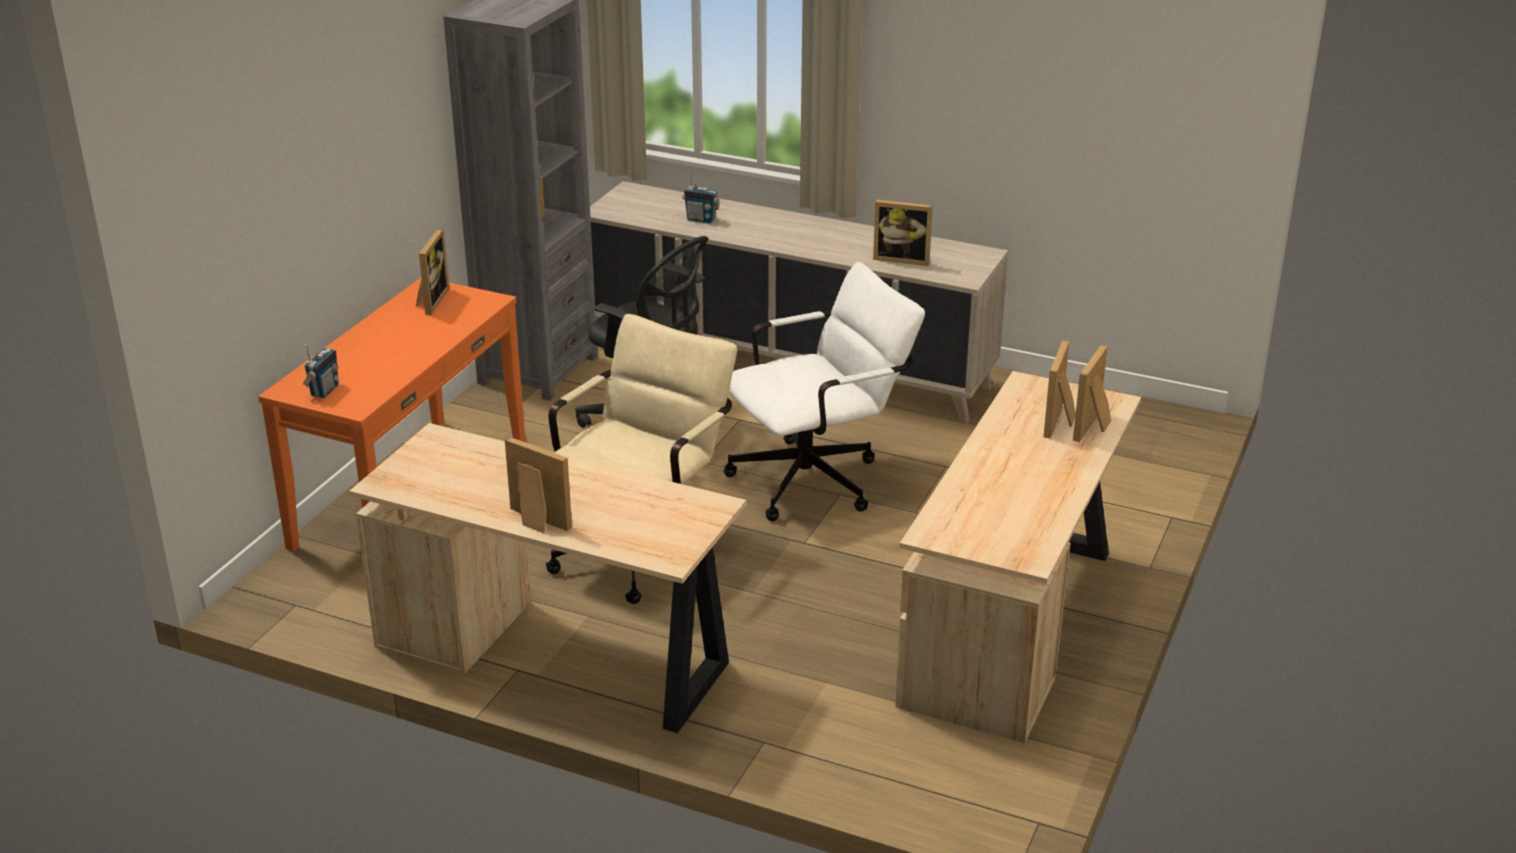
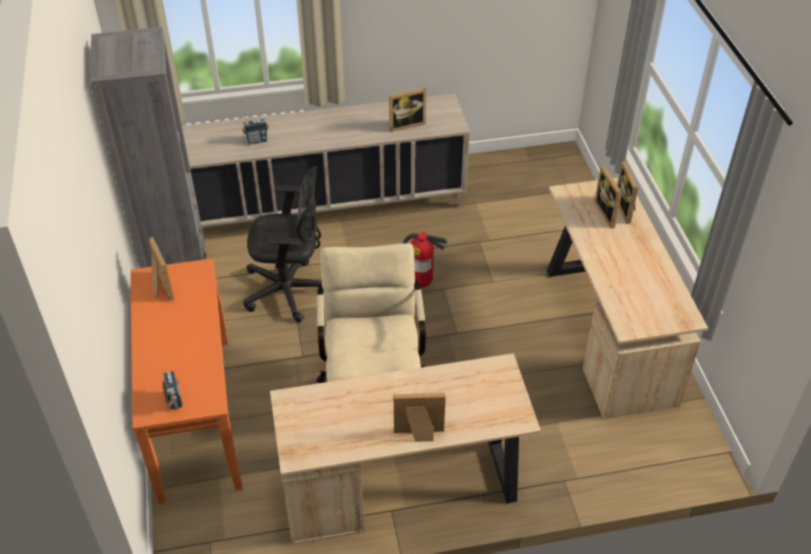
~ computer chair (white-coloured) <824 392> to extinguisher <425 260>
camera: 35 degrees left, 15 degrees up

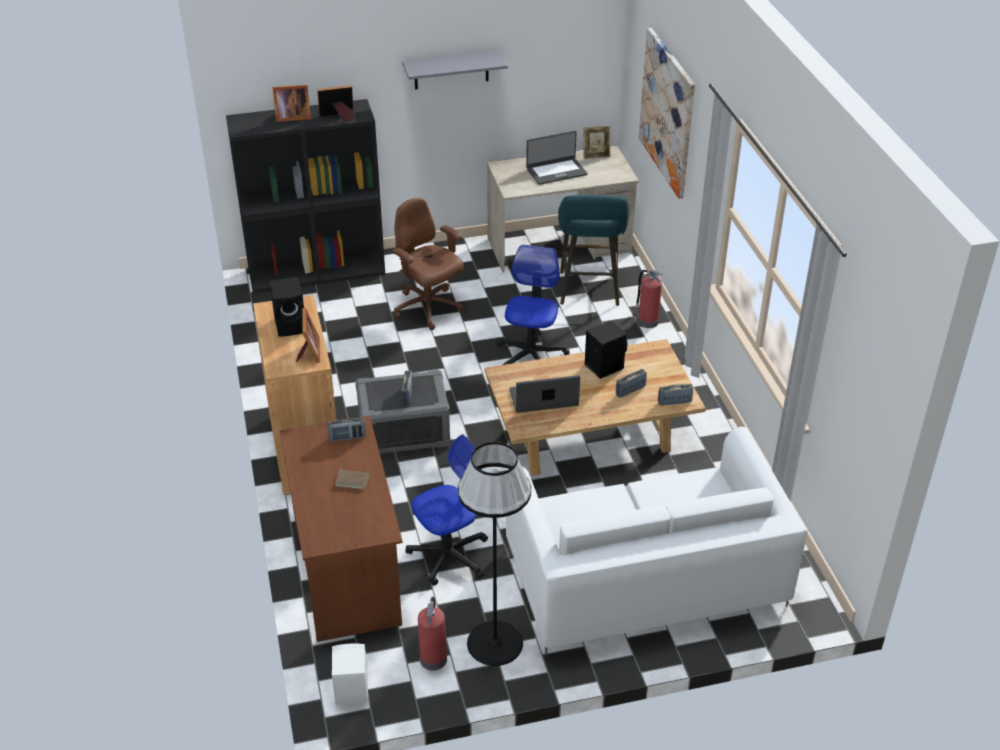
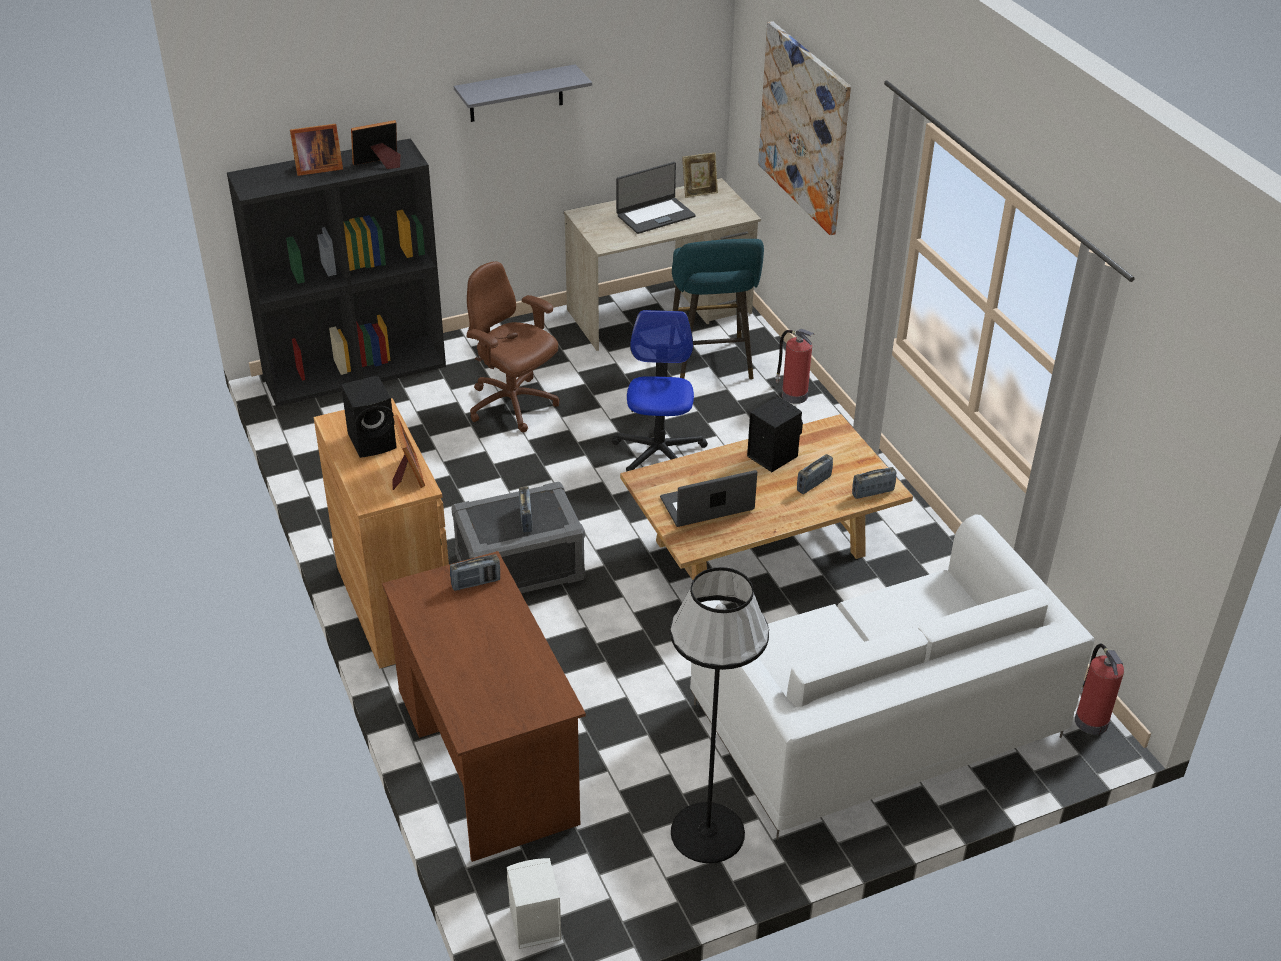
- volume (brown-coloured) <352 479>
- computer chair <446 510>
~ extinguisher <432 634> to <1099 689>
camera: 10 degrees left, 0 degrees up

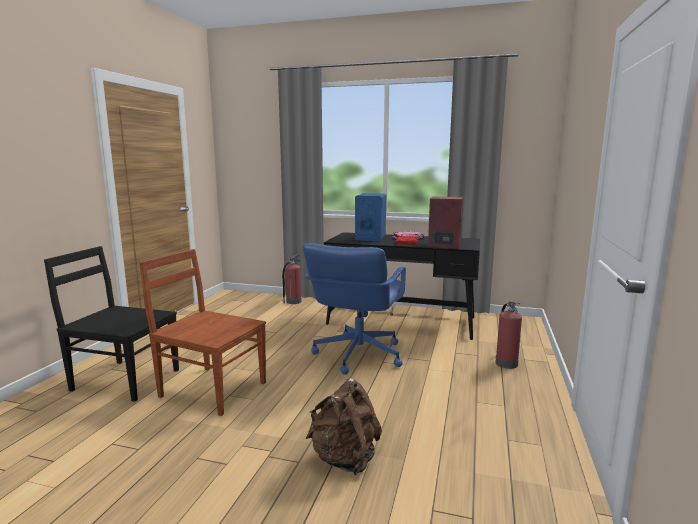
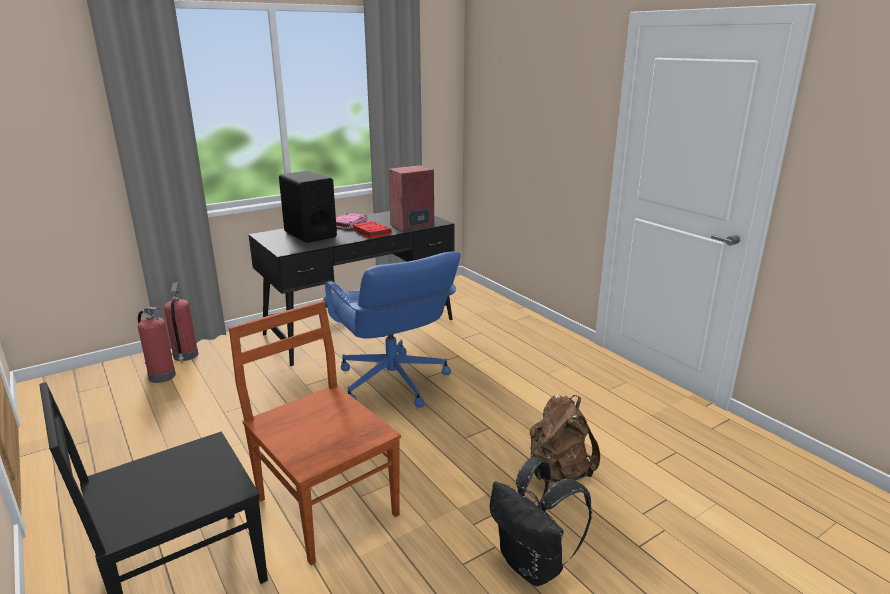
+ knapsack (black) <541 521>
~ extinguisher <508 335> to <157 345>
~ loudspeaker (blue-coloured) <370 217> to loudspeaker (black) <308 207>
~ plain chair (brown-coloured) <202 332> = <315 432> 75 degrees clockwise
camera: 50 degrees left, 10 degrees up

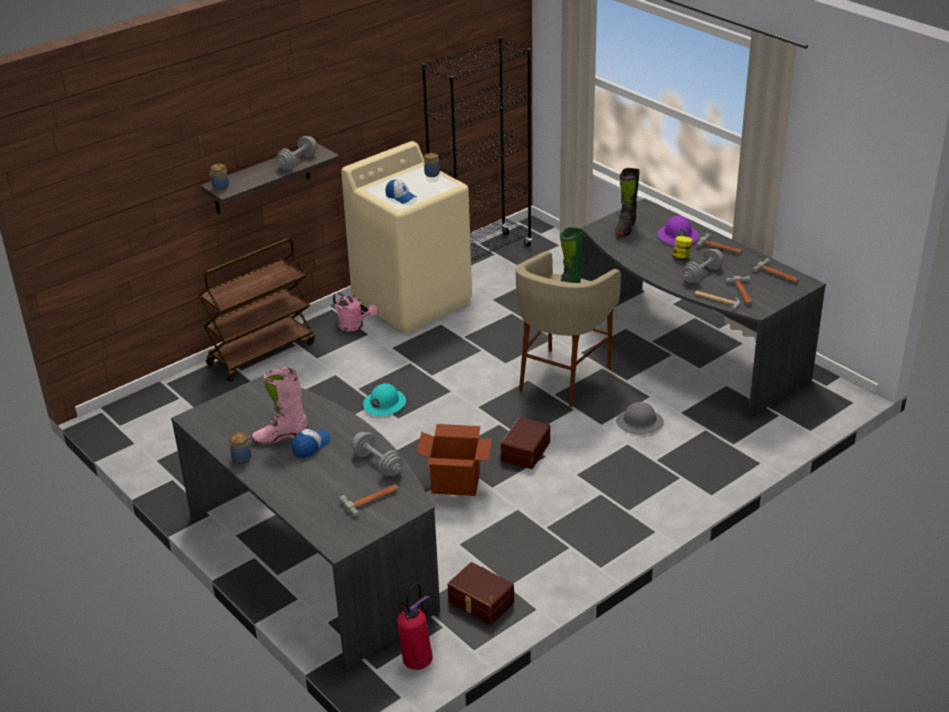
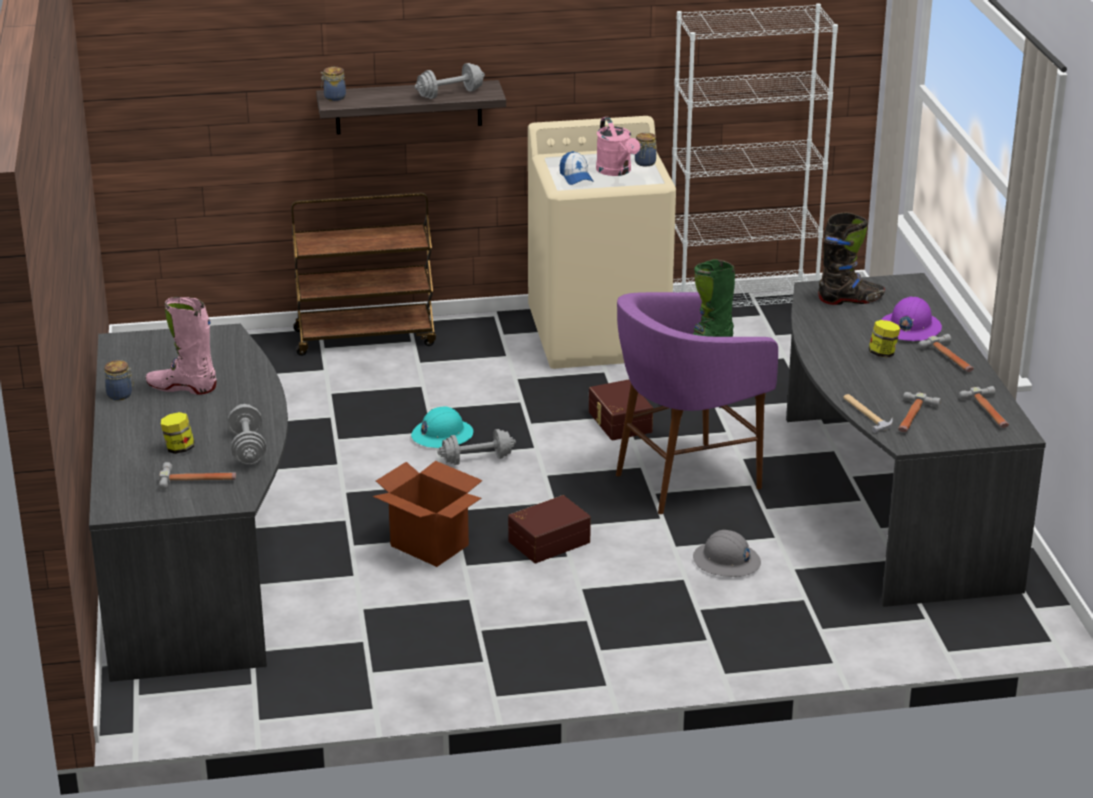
- peaked cap <310 443>
- extinguisher <415 626>
+ jar <178 433>
~ watering can (pinkish) <355 311> to <618 146>
~ storage bin (brown-coloured) <481 593> to <621 410>
~ dumbbell (grey) <703 266> to <476 447>
~ bookcase (black) <477 149> to bookcase (white-coloured) <755 155>
~ stool (sand-coloured) <568 329> to stool (purplish) <697 403>
~ tall boot (black) <627 202> = <851 258> 150 degrees counterclockwise
camera: 30 degrees right, 5 degrees down

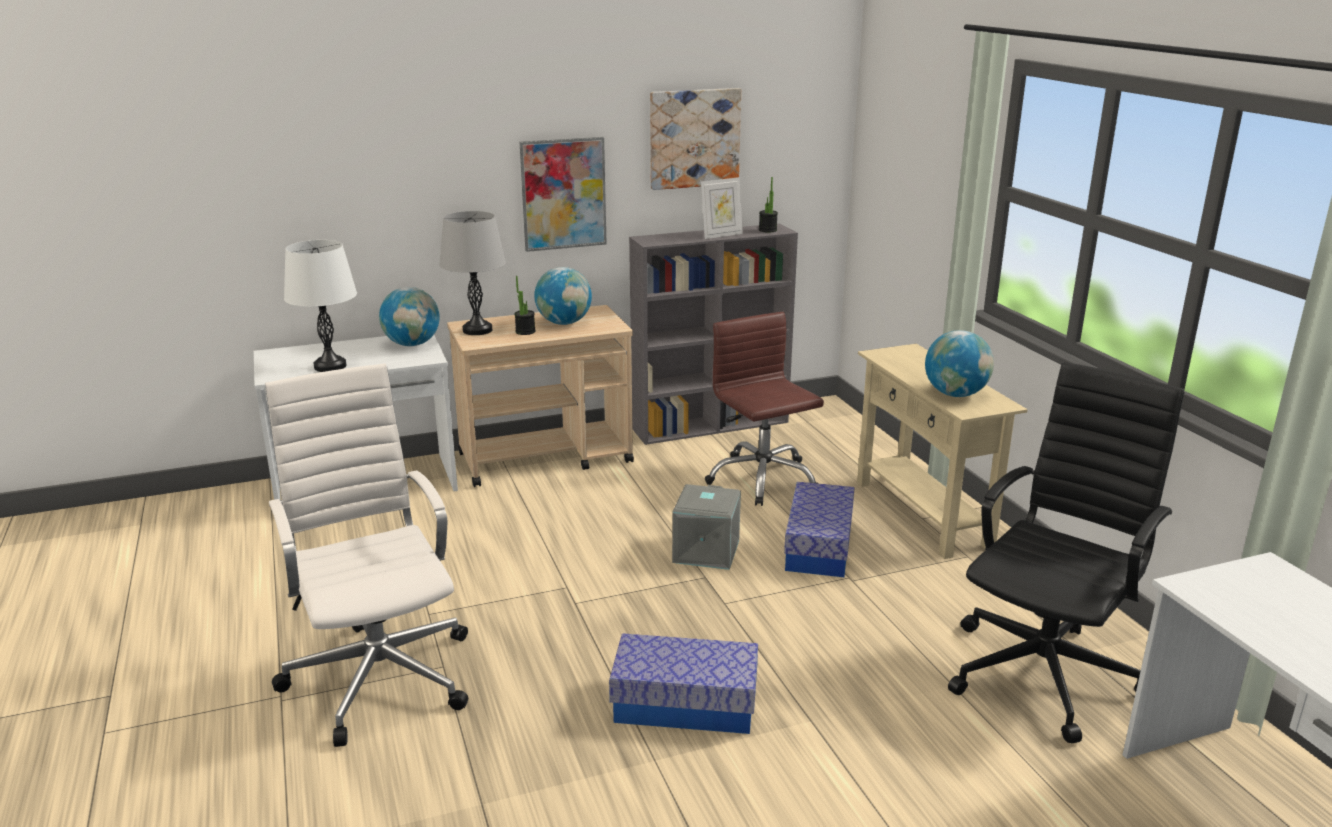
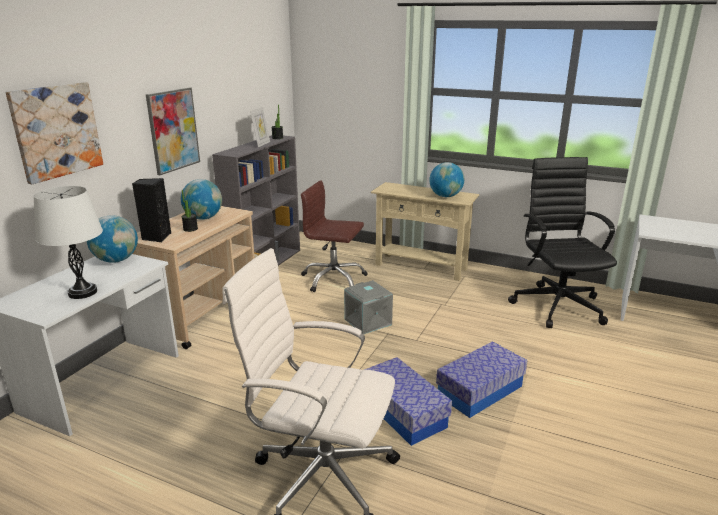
~ picture <695 139> to <54 133>
~ storage bin <819 529> to <408 401>
~ lamp for a table (grey) <472 273> to loudspeaker (black) <151 210>
camera: 45 degrees left, 0 degrees up

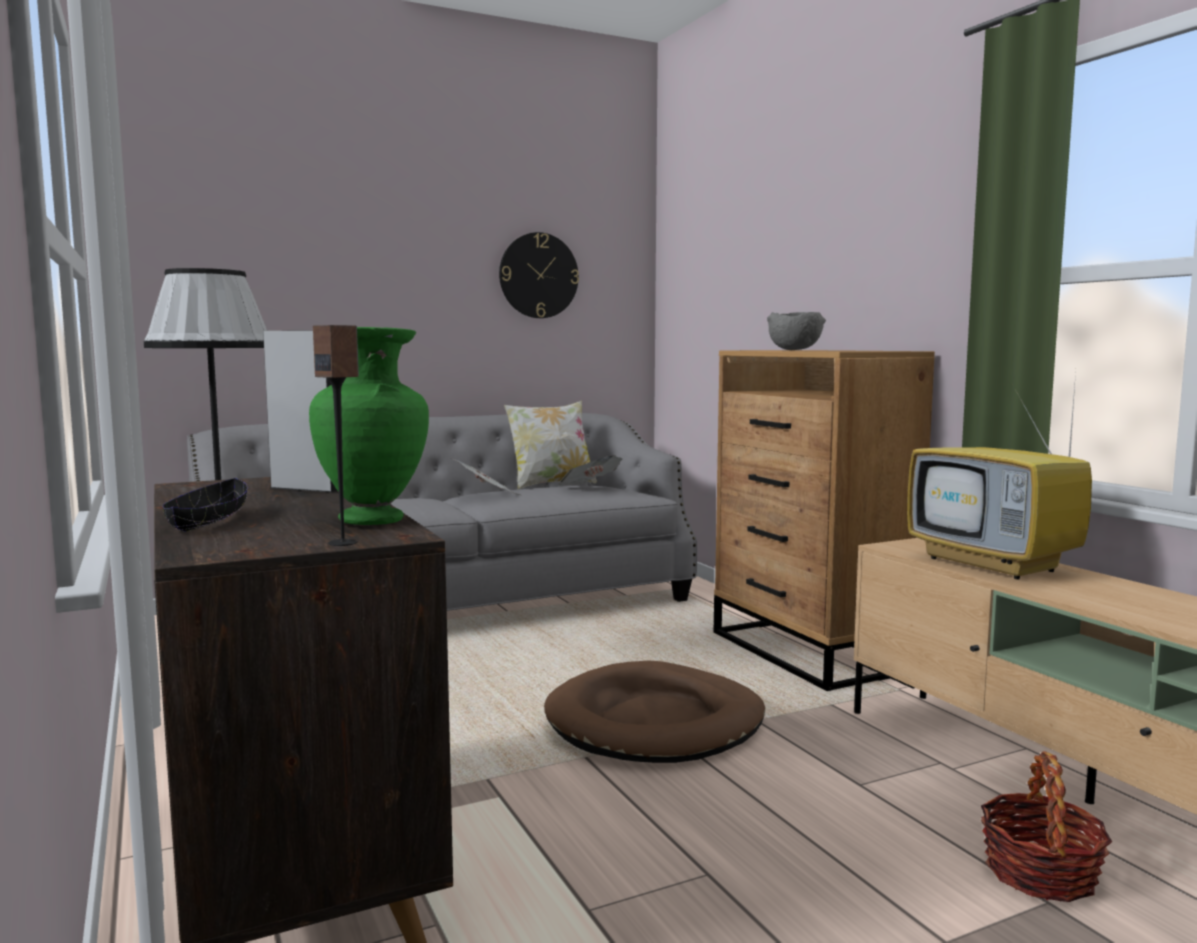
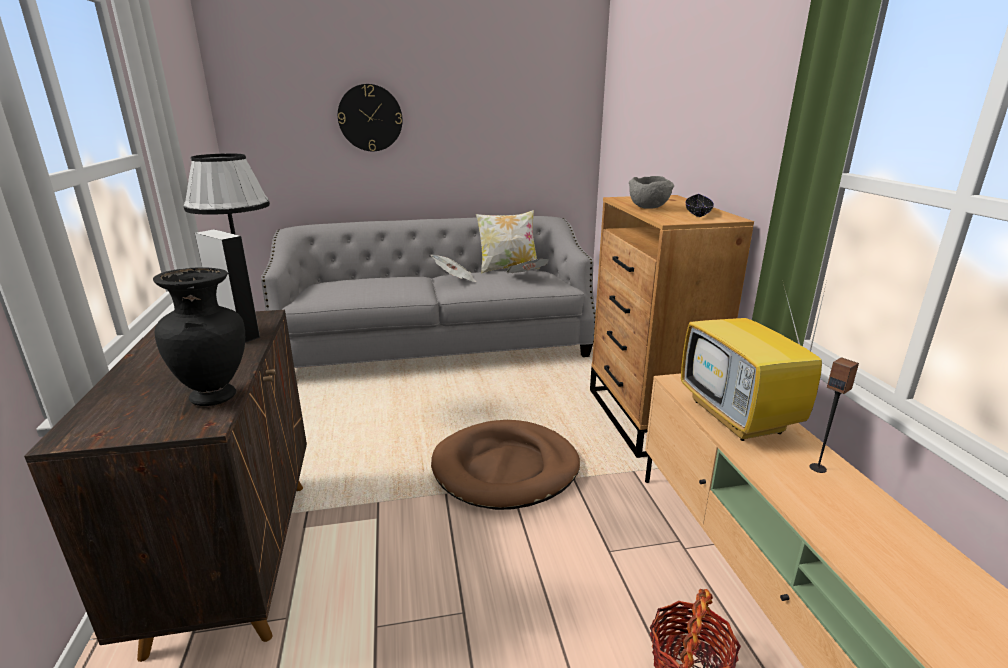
~ bowl (black) <205 504> to <700 205>
~ loudspeaker <336 435> to <834 415>
~ clock on the wall <539 275> to <370 117>
~ flower vase (green) <369 426> to flower vase (black) <199 336>
camera: 15 degrees right, 15 degrees up

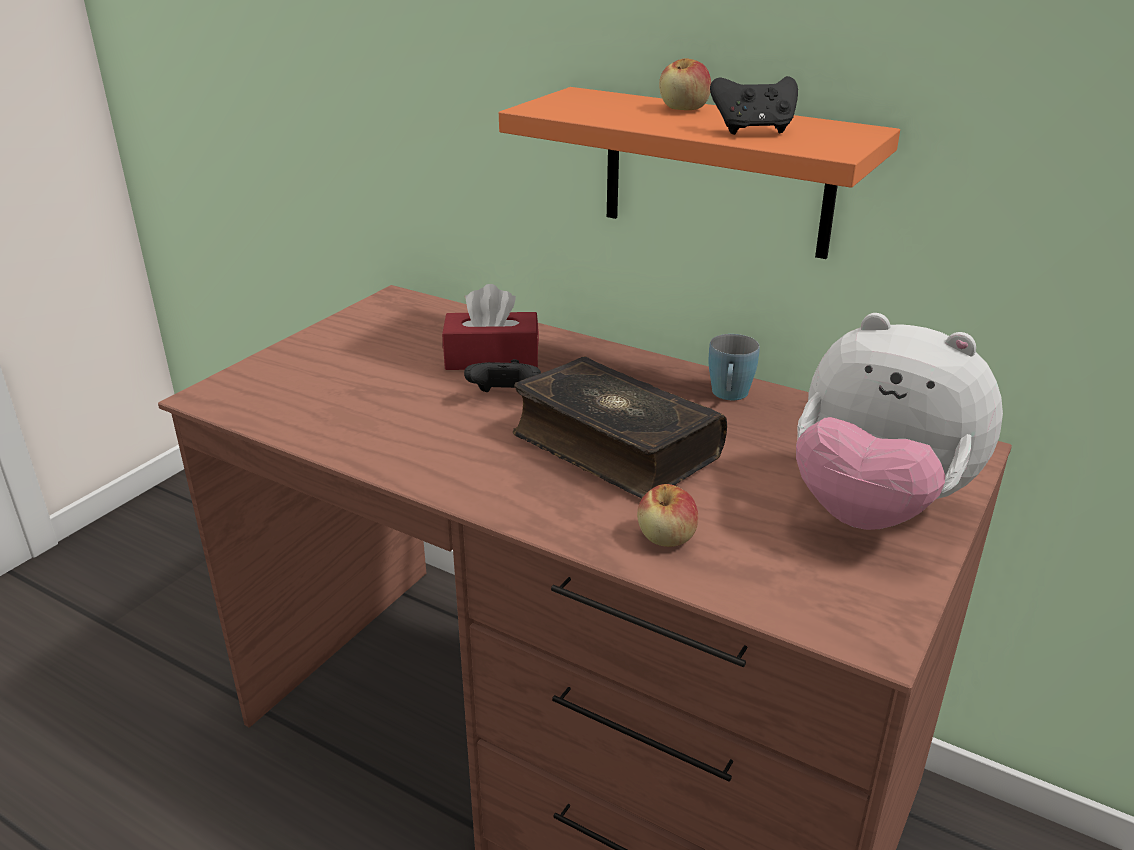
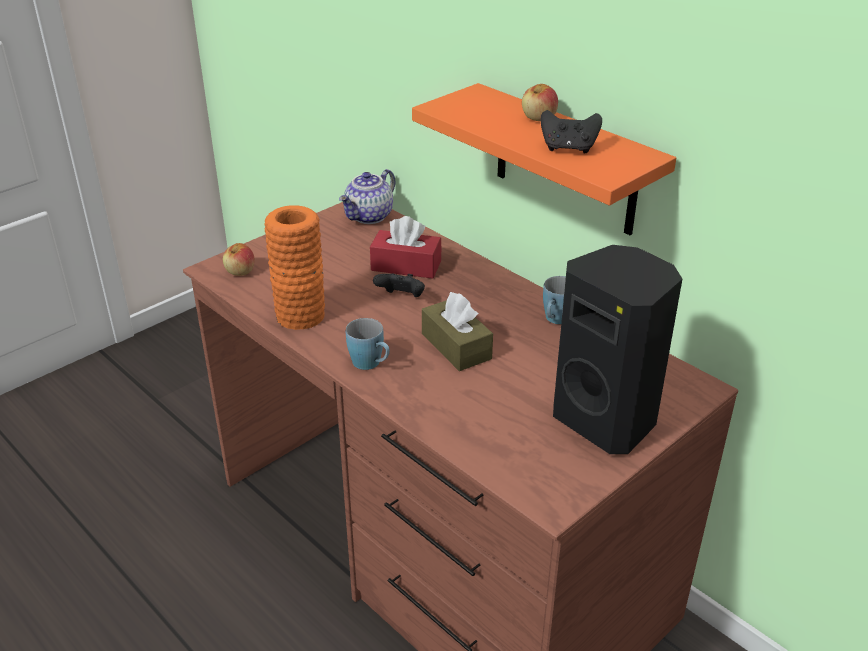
+ flower vase (orange-coloured) <294 267>
+ tea pot <367 196>
+ coffee mug (blue-coloured) <368 344>
~ apple fruit <667 515> to <239 259>
~ volume <620 427> to tissue box (brown-coloured) <457 331>
~ soft toy <899 421> to loudspeaker (black) <617 349>
camera: 15 degrees right, 5 degrees up

